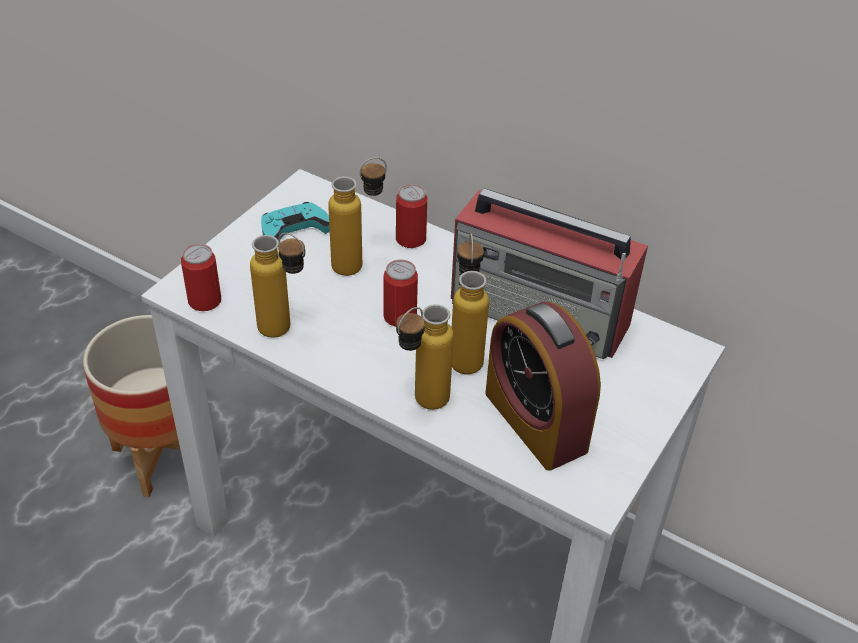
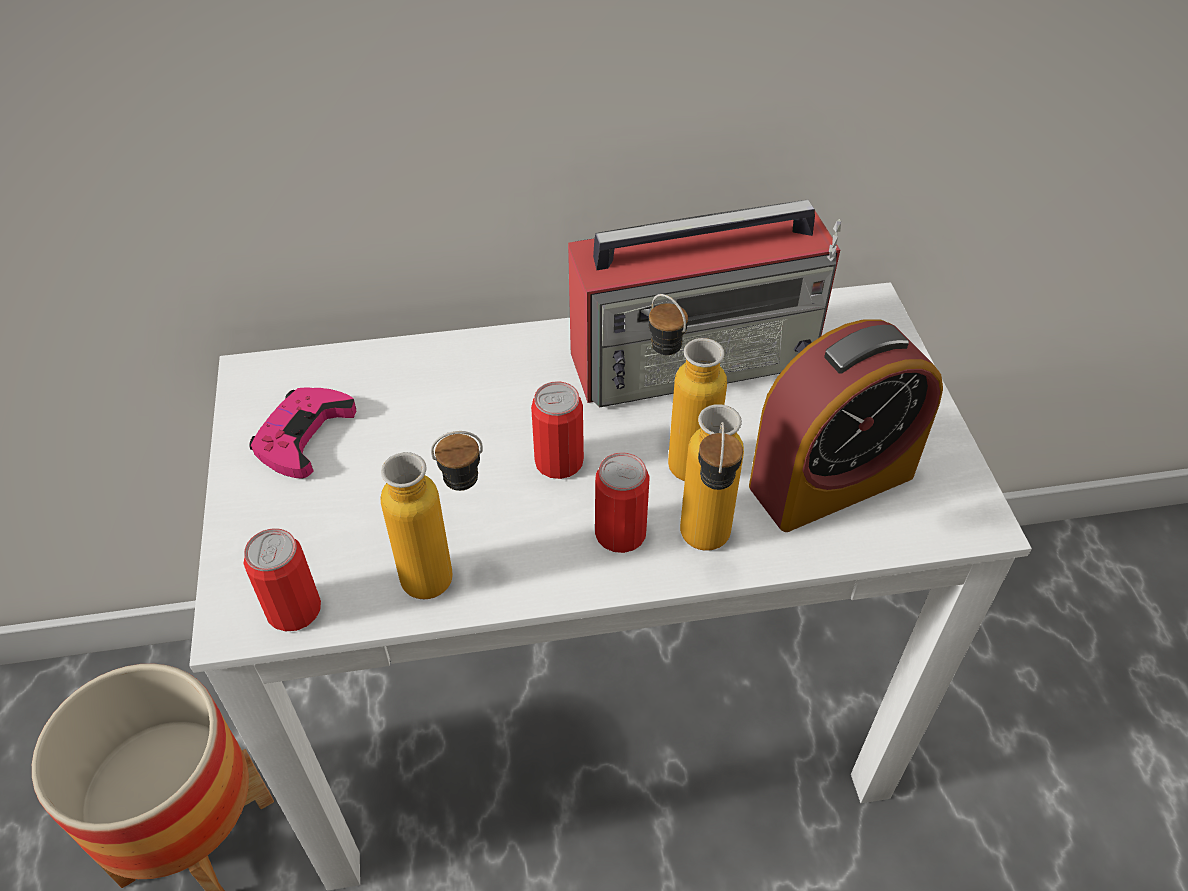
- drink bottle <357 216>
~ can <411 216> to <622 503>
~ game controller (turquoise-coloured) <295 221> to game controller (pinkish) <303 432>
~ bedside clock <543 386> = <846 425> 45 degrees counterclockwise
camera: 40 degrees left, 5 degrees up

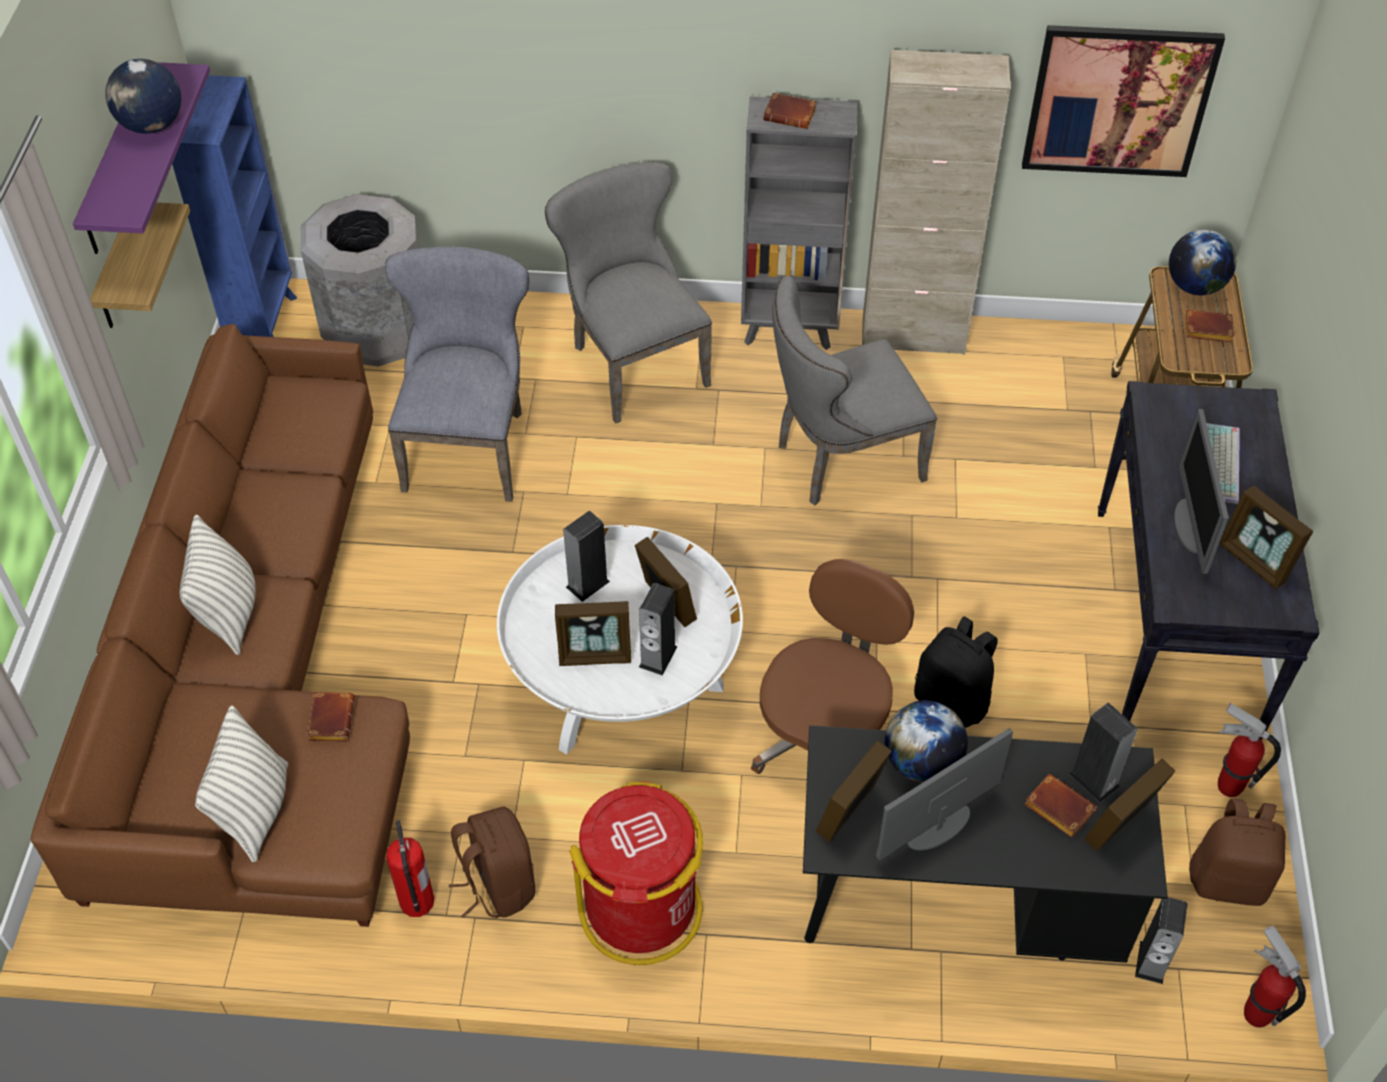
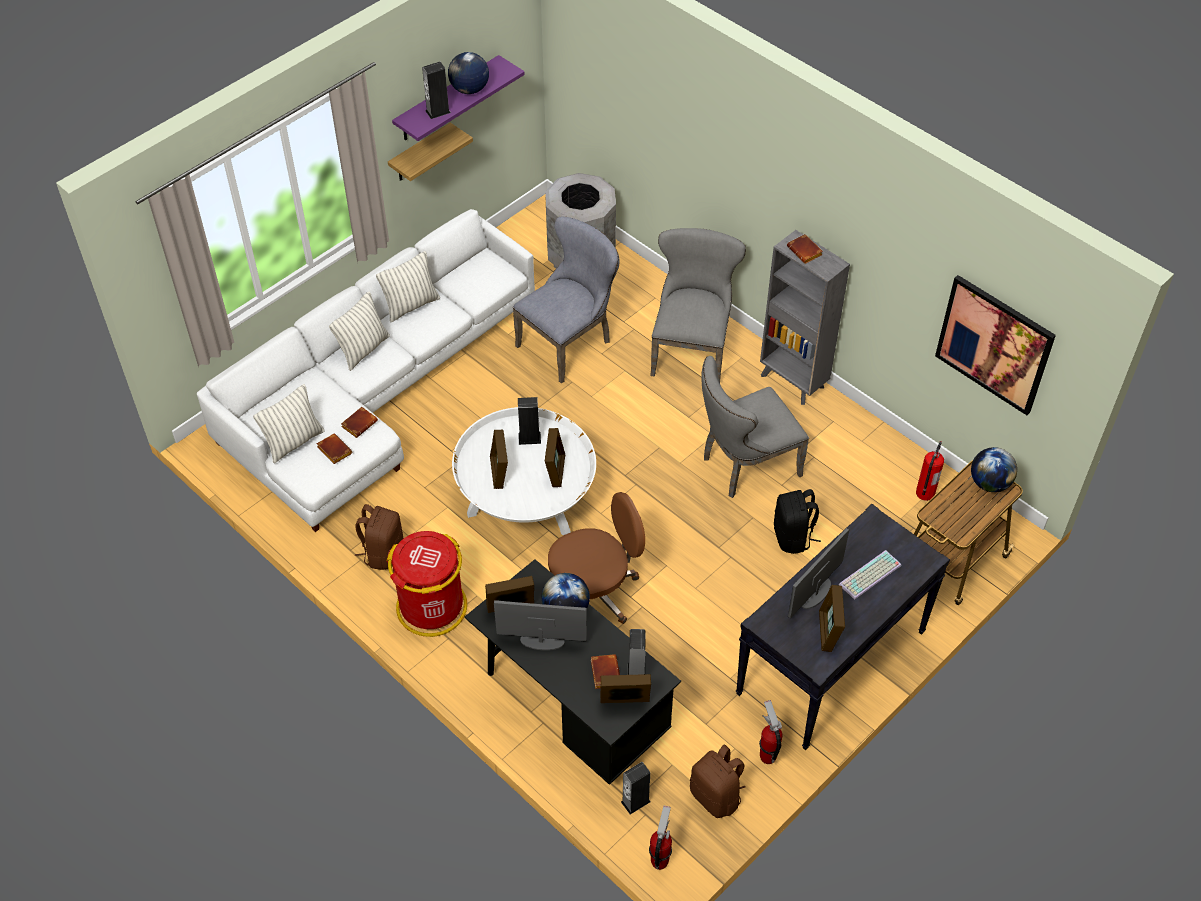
- bookcase (blue-coloured) <234 206>
- storage cabinet (sand-coloured) <936 202>
+ throw pillow <408 286>
~ extinguisher <410 868> to <930 471>
~ loudspeaker <658 629> to <436 90>
~ knapsack (black) <956 672> to <797 521>
~ volume (brown-coloured) <1209 326> to <334 448>
~ settee (brown-coloured) <220 625> to settee (white-coloured) <366 370>
~ standing frame <593 633> = <499 459> 45 degrees clockwise
~ plain chair (grey) <854 391> = <755 427> 45 degrees counterclockwise
camera: 40 degrees right, 0 degrees up

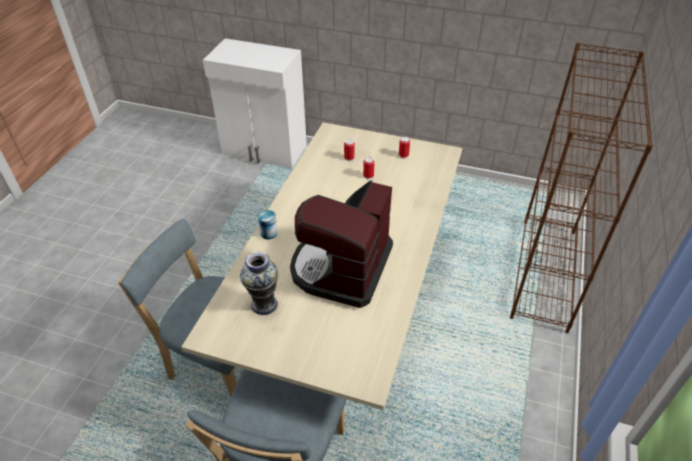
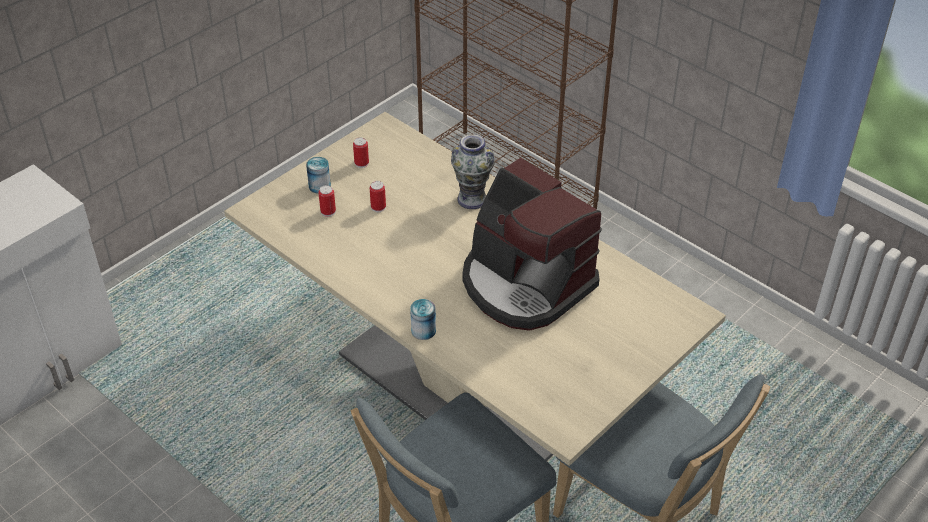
+ can <318 175>
~ flower vase <259 283> to <473 171>
camera: 65 degrees left, 0 degrees up

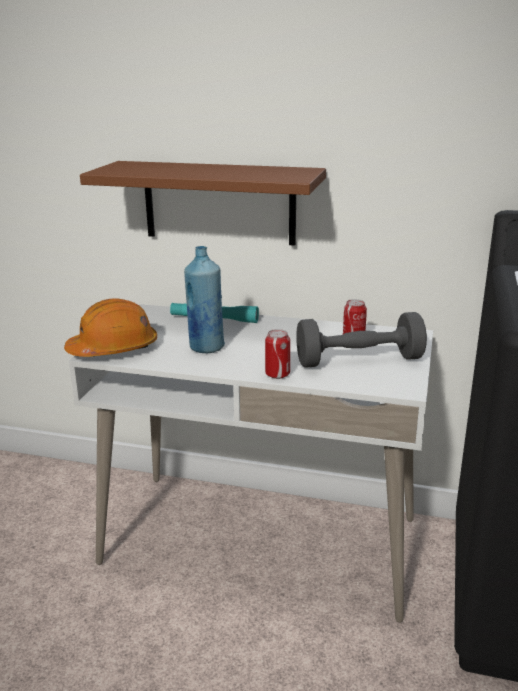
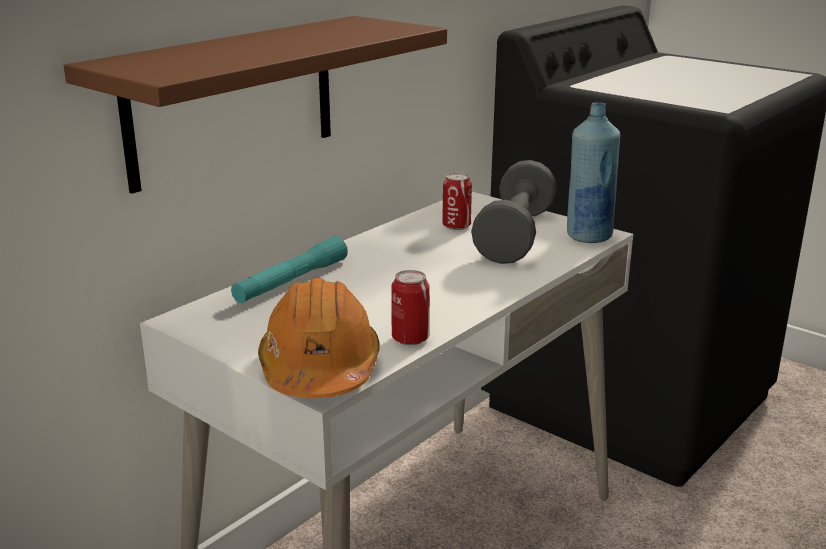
~ drink bottle (blue-coloured) <204 299> to <593 172>
~ can <277 354> to <410 307>
camera: 65 degrees left, 0 degrees up

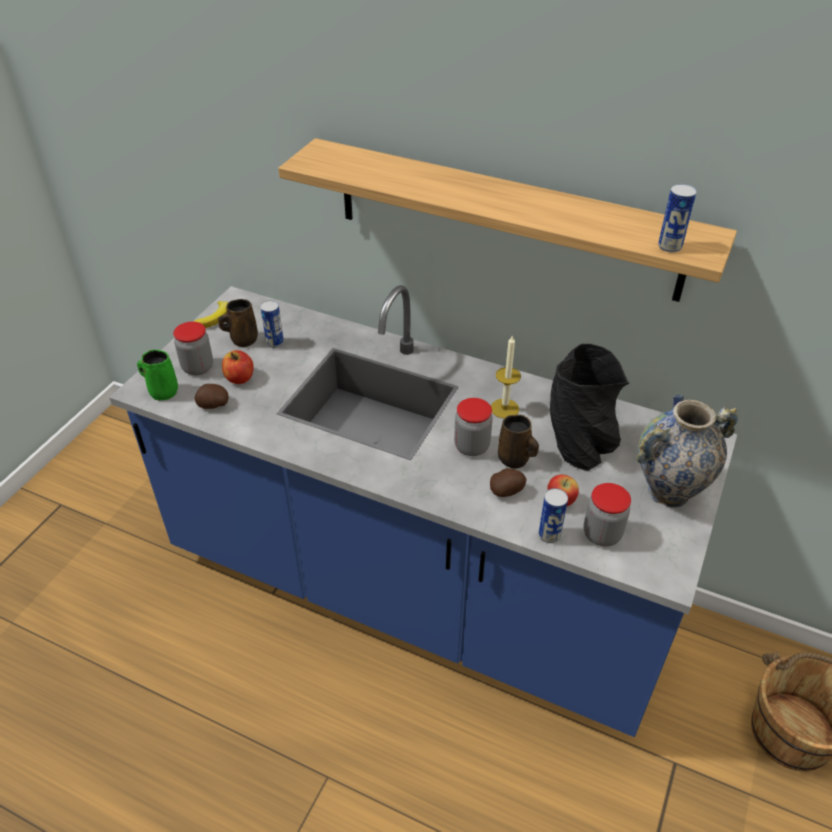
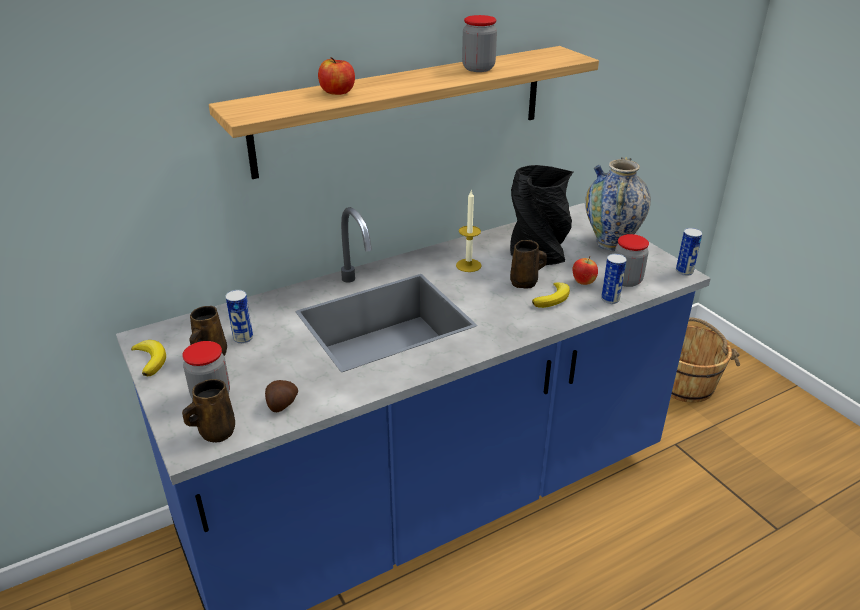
~ apple fruit <238 367> to <336 76>
~ jar <473 427> to <479 43>
~ can <677 218> to <689 252>
~ whole potato <508 482> to banana fruit <551 295>
~ coffee mug (green) <157 375> to coffee mug (brown-coloured) <208 410>
camera: 55 degrees left, 10 degrees down

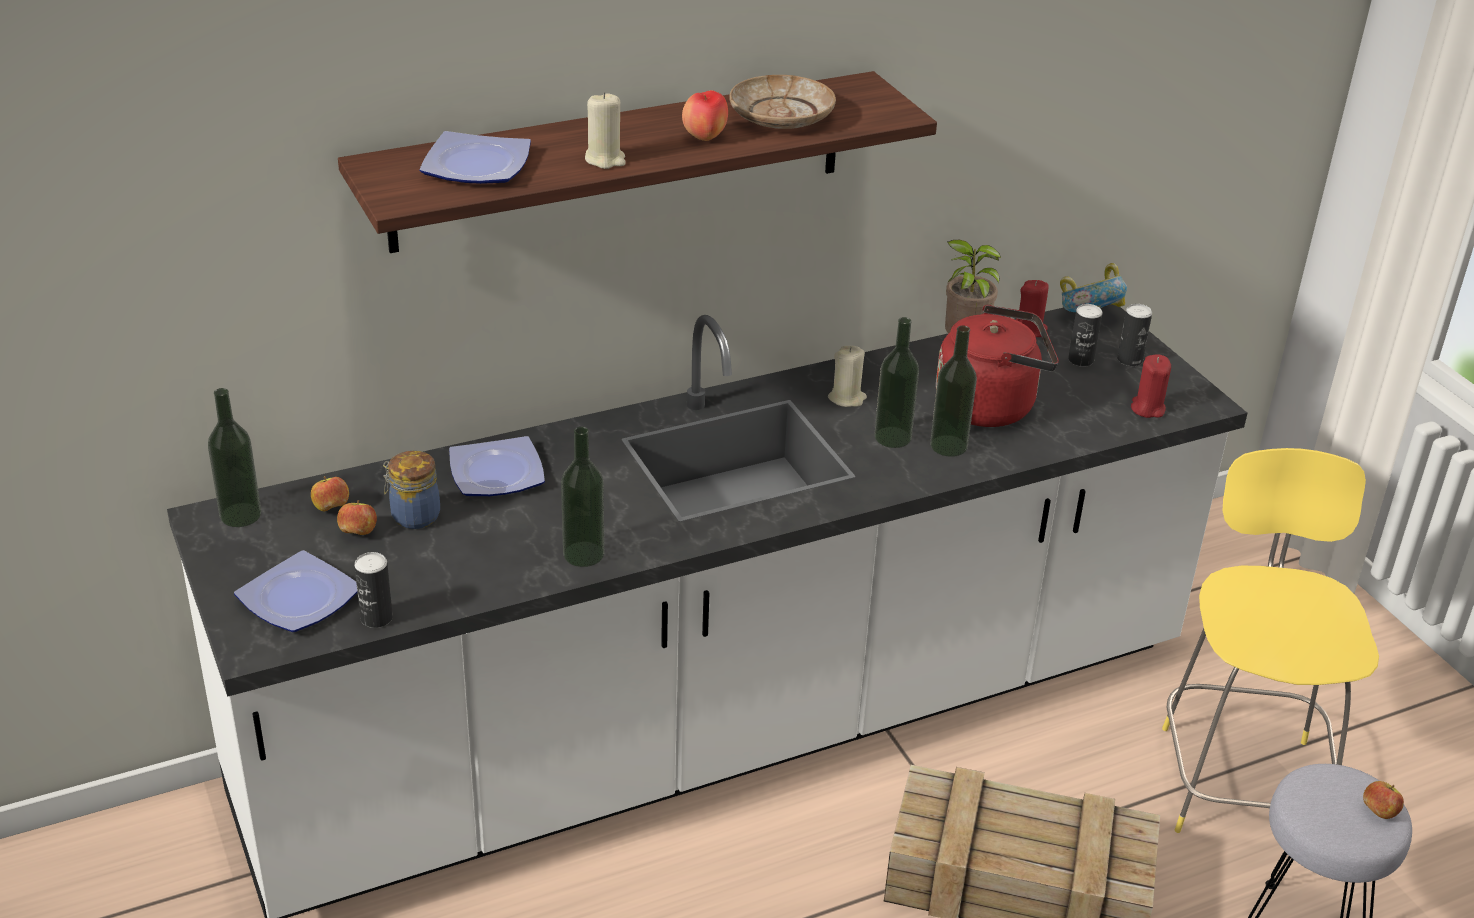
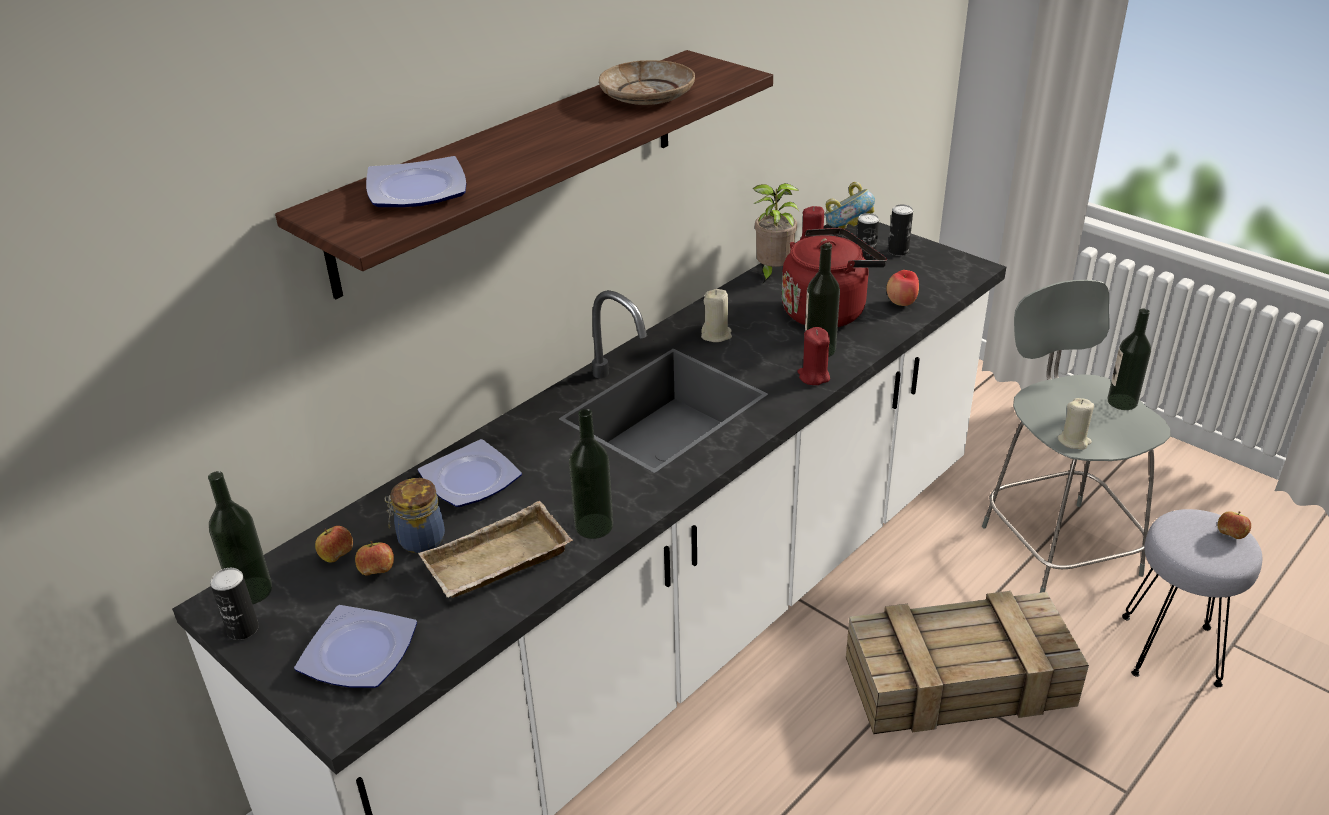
+ serving tray (sand-coloured) <495 549>
~ can <373 590> to <234 604>
~ candle (sand-coloured) <605 130> to <1075 424>
~ apple fruit <705 115> to <902 288>
~ drink bottle <896 382> to <1129 359>
~ candle (reddish) <1151 386> to <813 356>
~ stool (yellow) <1270 640> to stool (grey) <1076 436>
camera: 20 degrees left, 0 degrees up

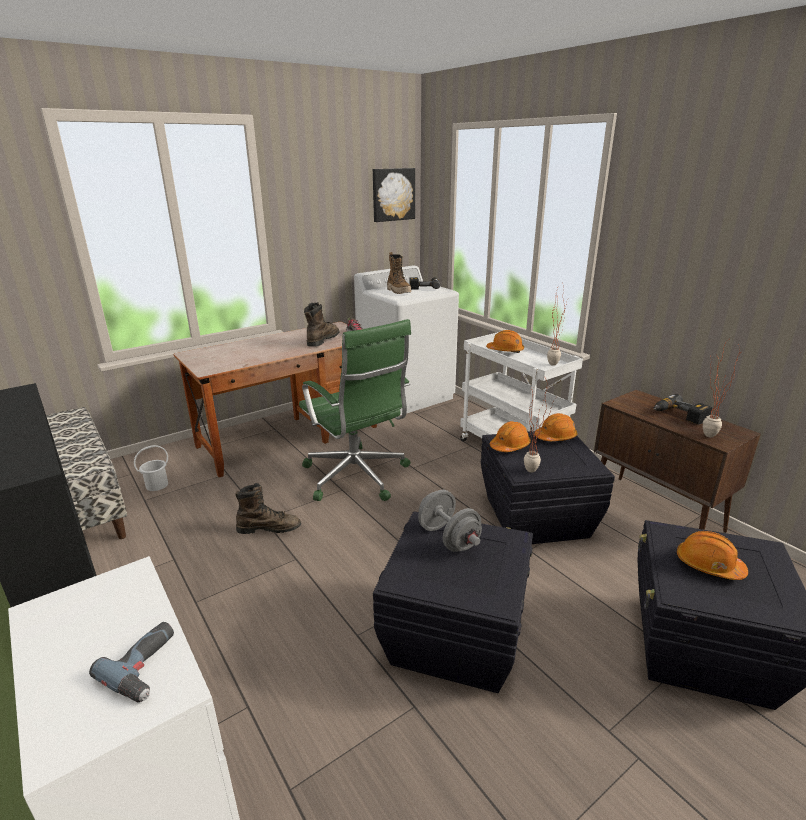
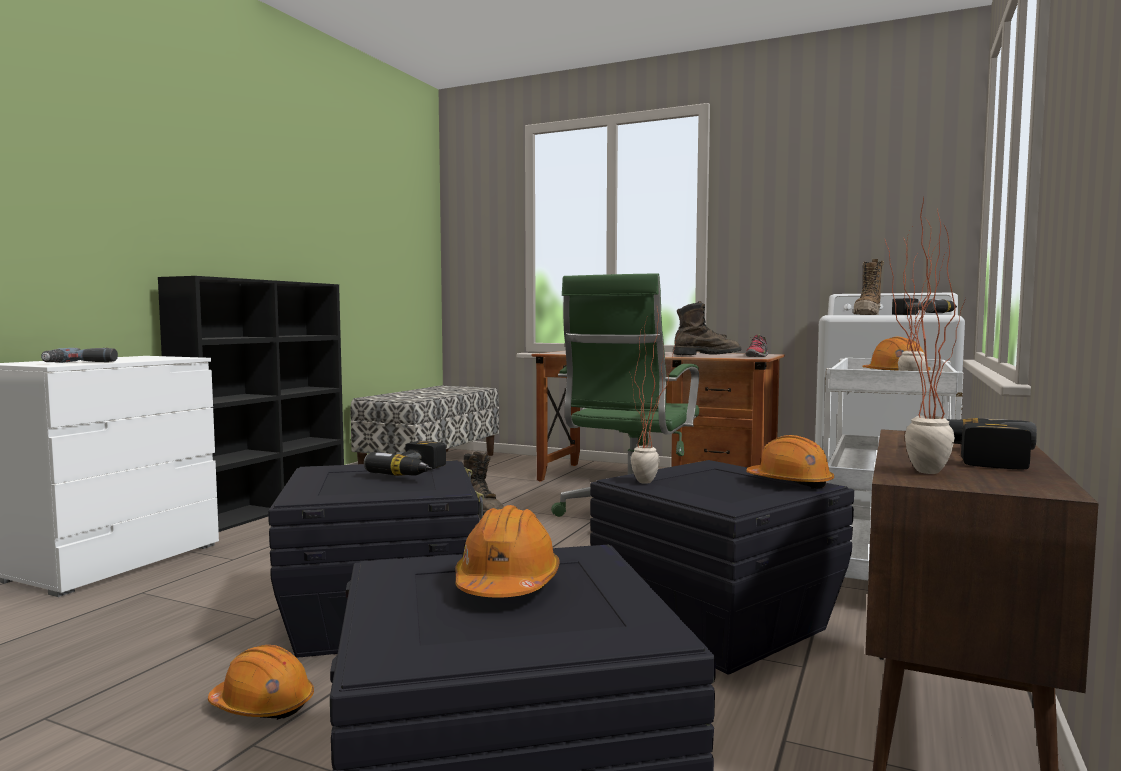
- bucket (white-coloured) <151 468>
- picture <394 195>
~ hard hat (orange-coloured) <510 436> to <261 682>
~ dumbbell (grey) <450 521> to drill <405 458>
camera: 60 degrees right, 20 degrees down

